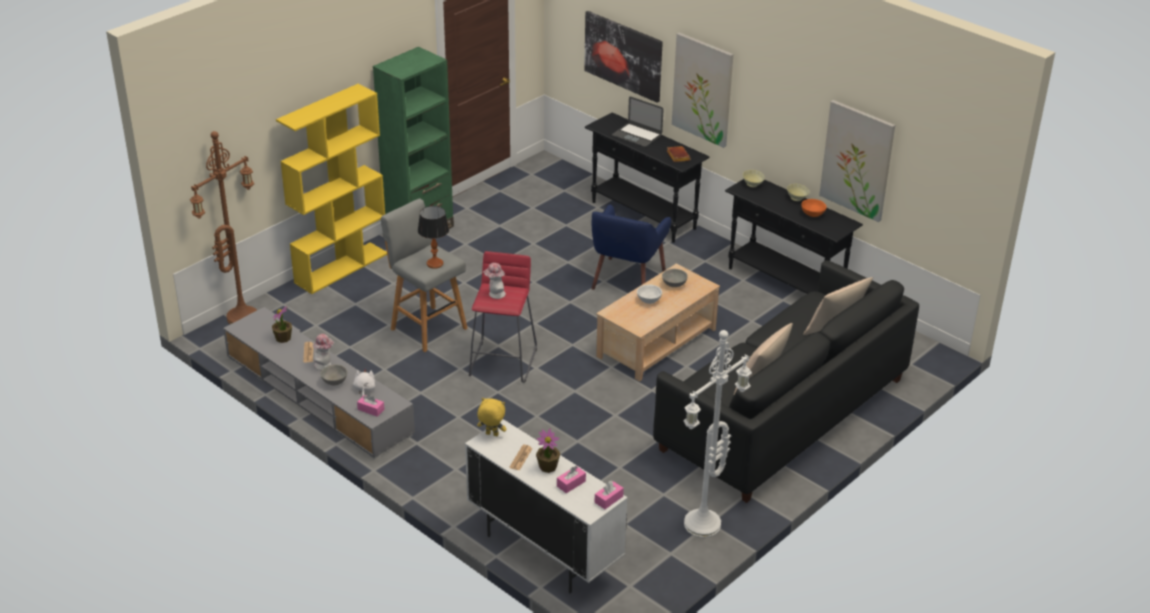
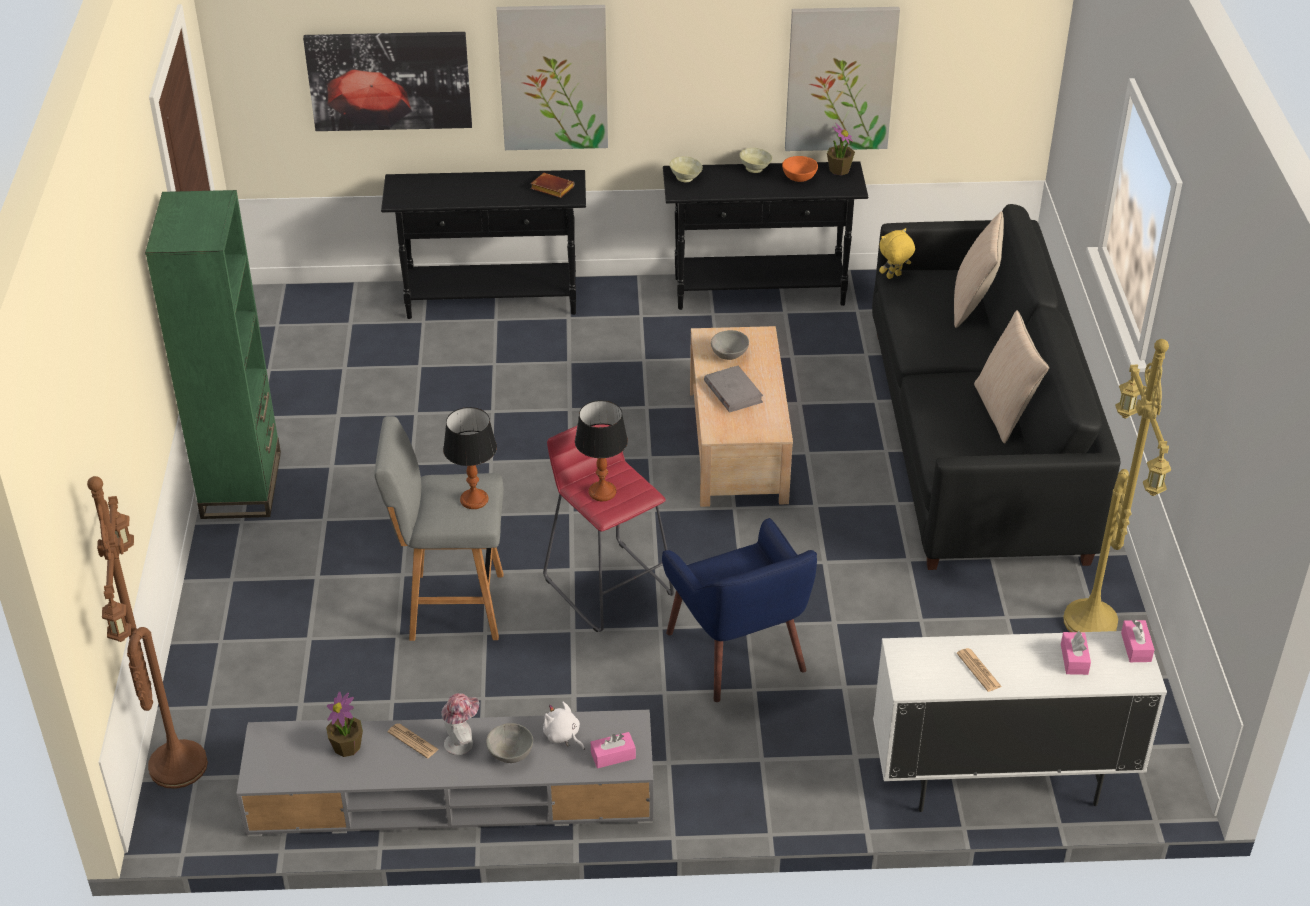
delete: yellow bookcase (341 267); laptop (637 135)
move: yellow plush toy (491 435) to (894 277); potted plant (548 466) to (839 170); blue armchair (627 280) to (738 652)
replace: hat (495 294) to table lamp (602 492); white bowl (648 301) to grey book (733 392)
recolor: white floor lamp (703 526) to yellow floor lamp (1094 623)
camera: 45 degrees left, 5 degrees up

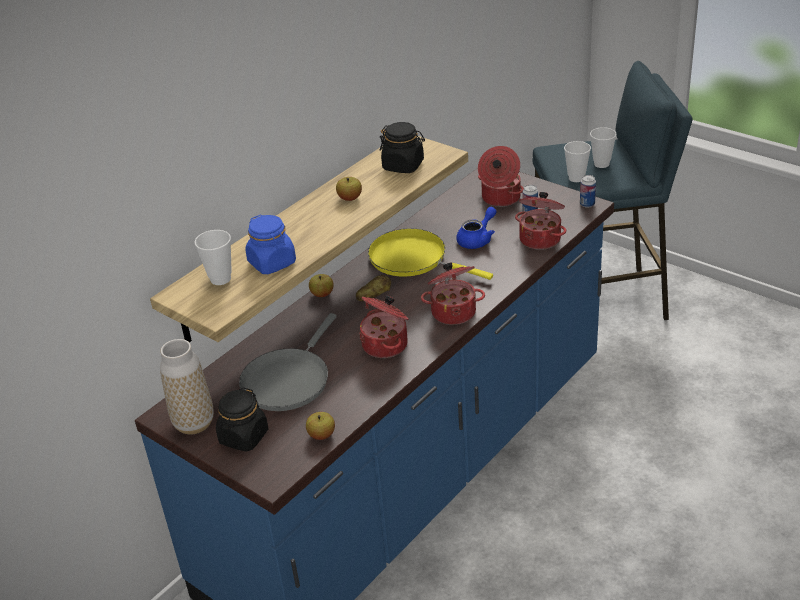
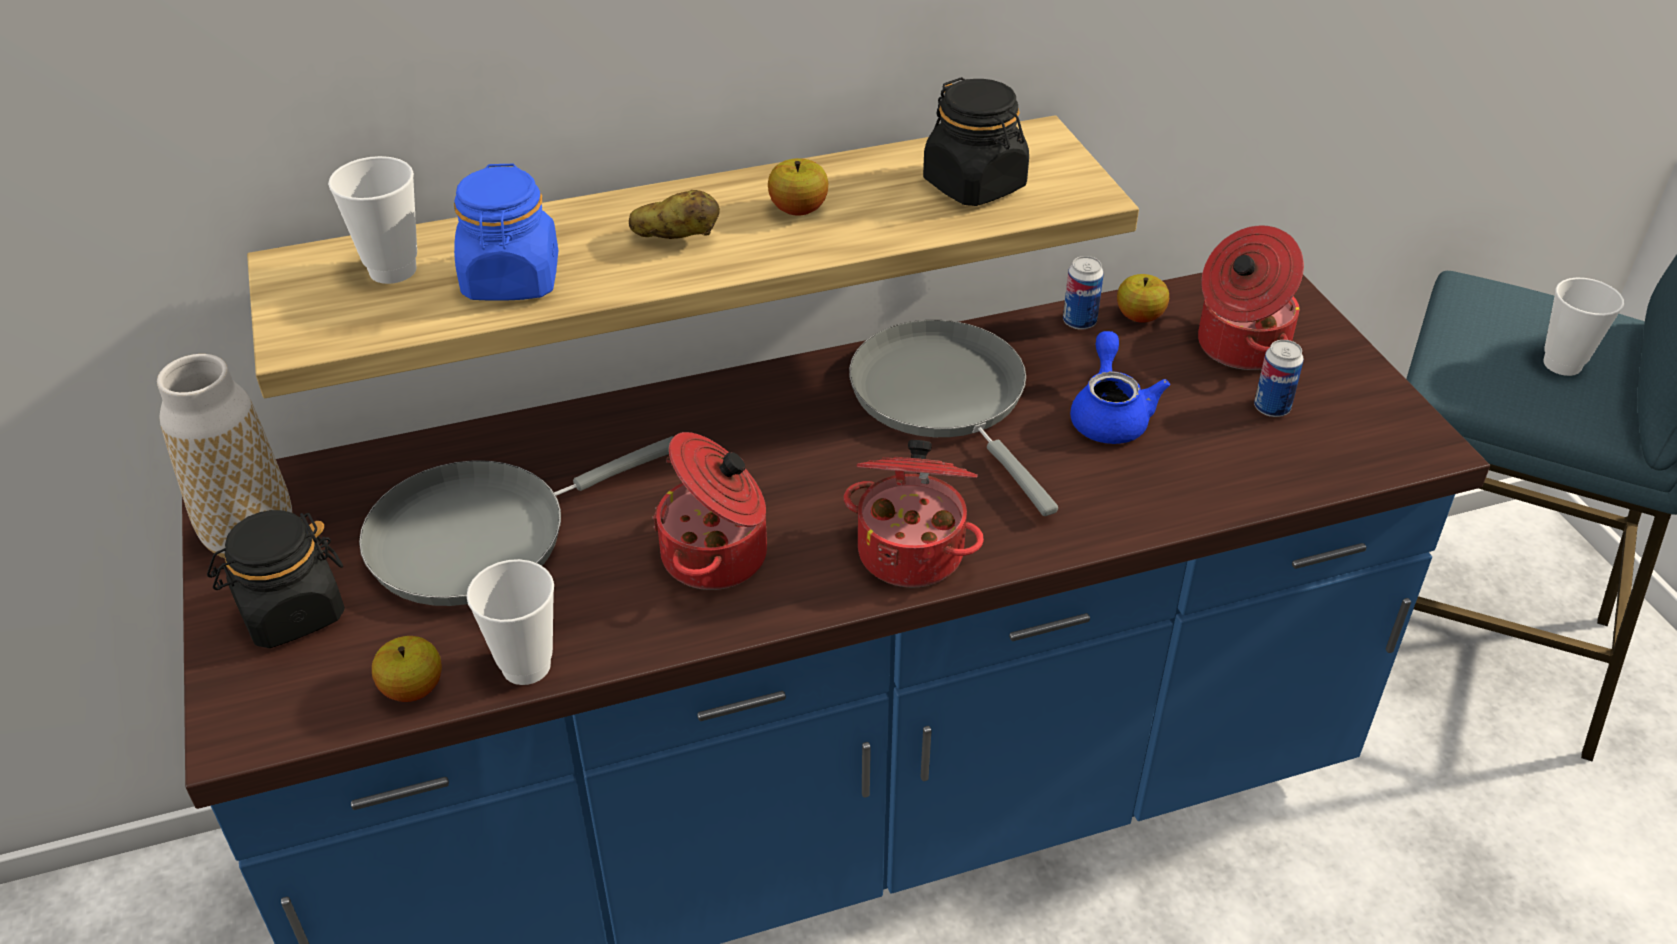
delete: cooking pot (540 239)
move: apple (322 294) to (1139 317); potato (374 297) to (676 238); cup (576 178) to (526 666); can (587 204) to (1079 322)
recolor: yellow frying pan (413 259) to grey frying pan (944 398)
rotate: blue teapot (477 239) = (1109 415) 75 degrees counterclockwise
camera: 30 degrees right, 5 degrees up

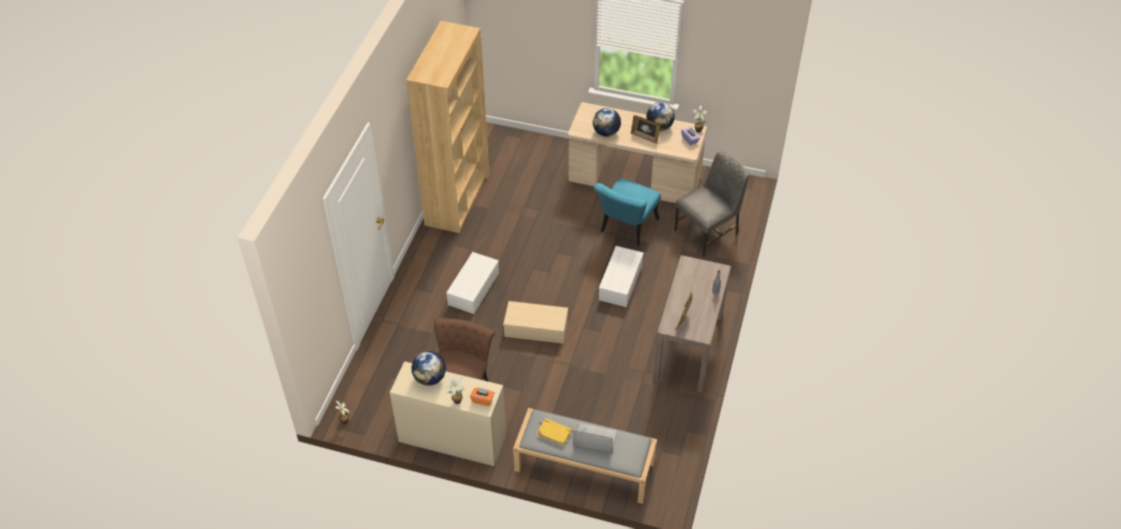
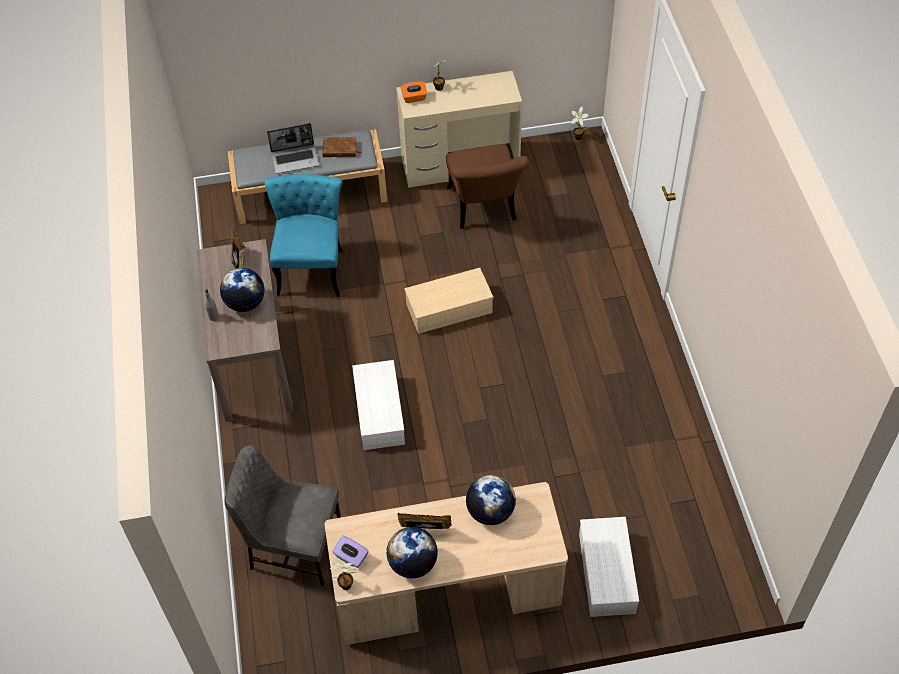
delete: brown bookcase (457 198)
move: globe (430 378) to (245 303); white storage box (473 288) to (608 574); turquoise chair (626 229) to (311 265)
recolor: yellow book (554 433) to brown book (340 149)
rotate: grey chair (707 232) = (294 546) 75 degrees clockwise
camera: 155 degrees right, 5 degrees up

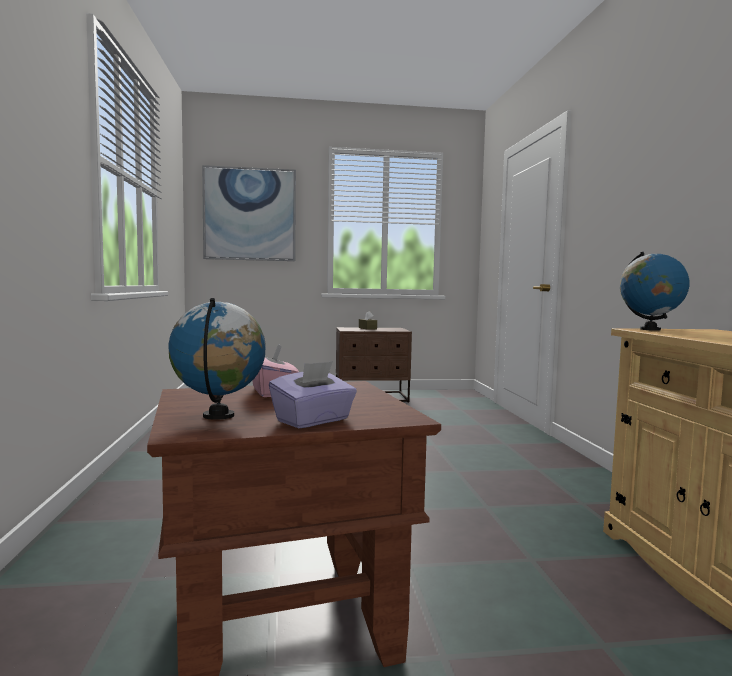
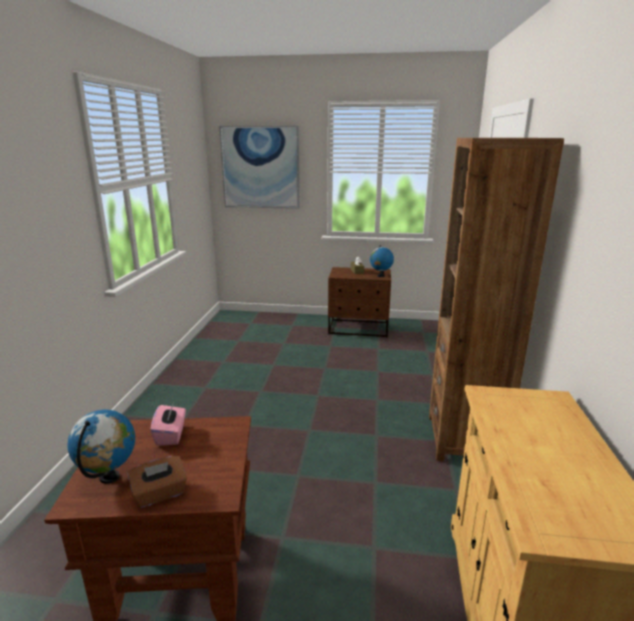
insert: brown bookcase (464 439)
move: globe (650 329) to (380 276)
recolor: purple tissue box (313 420) to brown tissue box (160 494)
camera: 15 degrees right, 15 degrees up

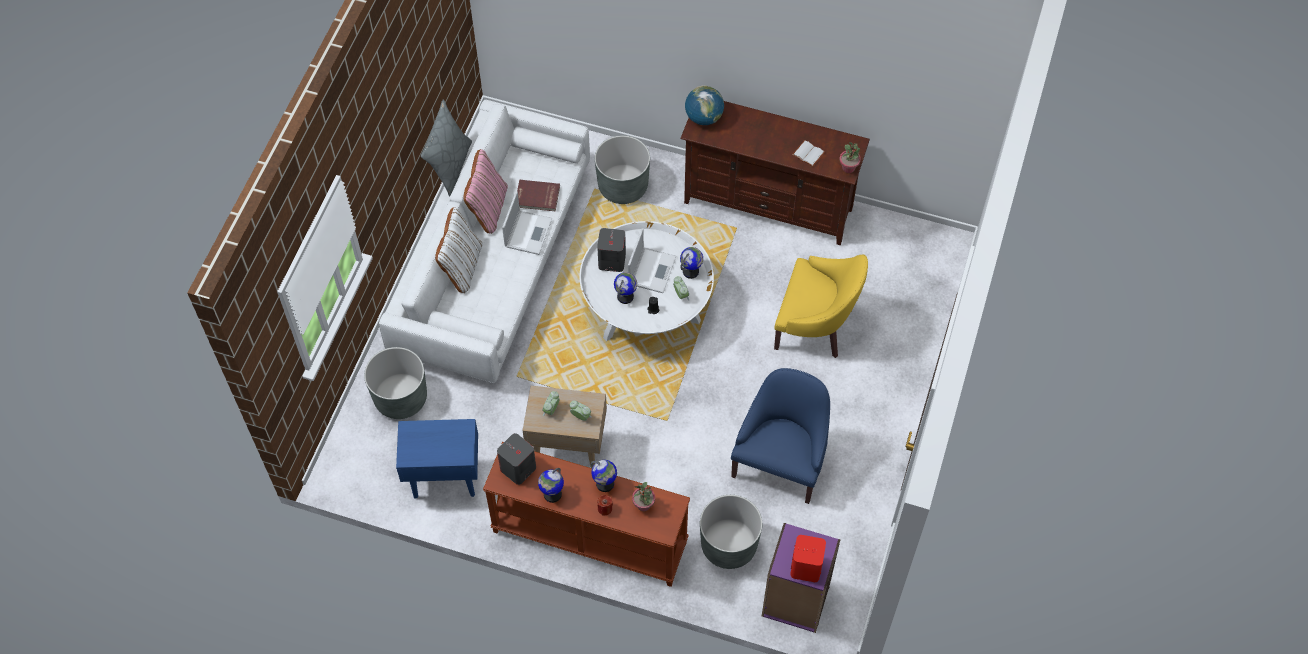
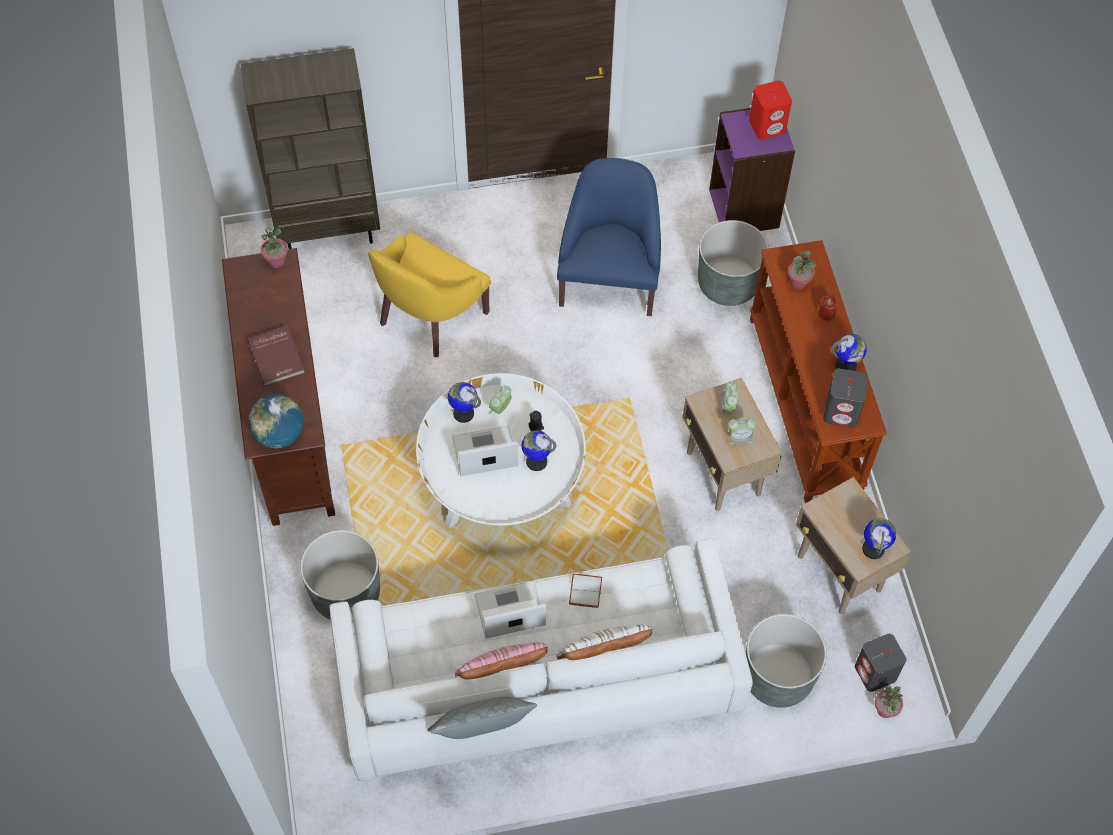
insert: brown bookcase (329 232); potted plant (885 710)
move: red book (537 197) to (277 357); globe (605 484) to (873 549); grey speaker (611 260) to (875 673); white book (809 153) to (584 590)
recolor: blue side table (444 478) to beige side table (839 574)
rotate: blue armchair (781 461) = (609 279) 105 degrees clockwise; yellow armchair (815 325) = (428 316) 135 degrees counterclockwise
camera: 120 degrees left, 0 degrees up

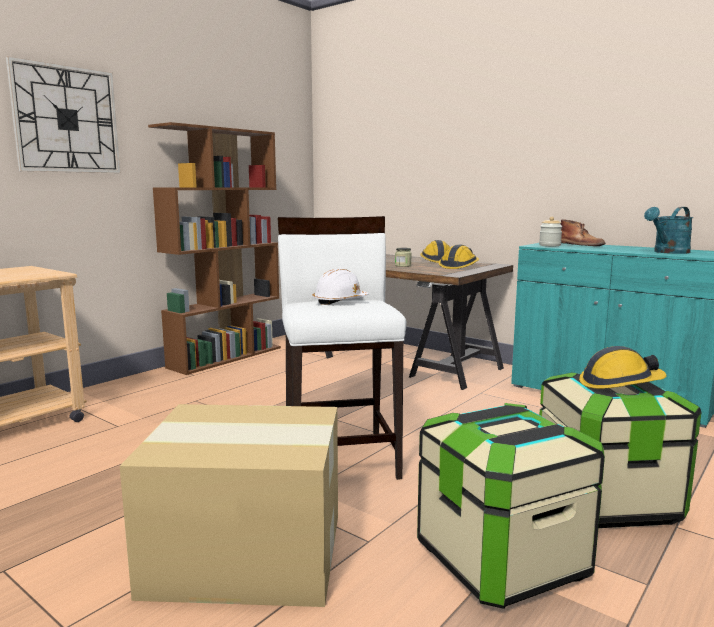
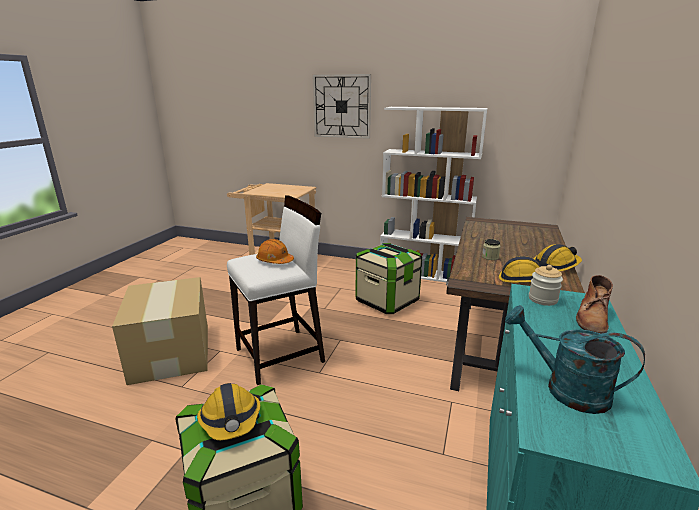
move: storage box (501 560) to (387 301)
recolor: brown bookcase (226 357) to white bookcase (424 274); white hard hat (340 301) to orange hard hat (274 261)
camera: 70 degrees right, 10 degrees up

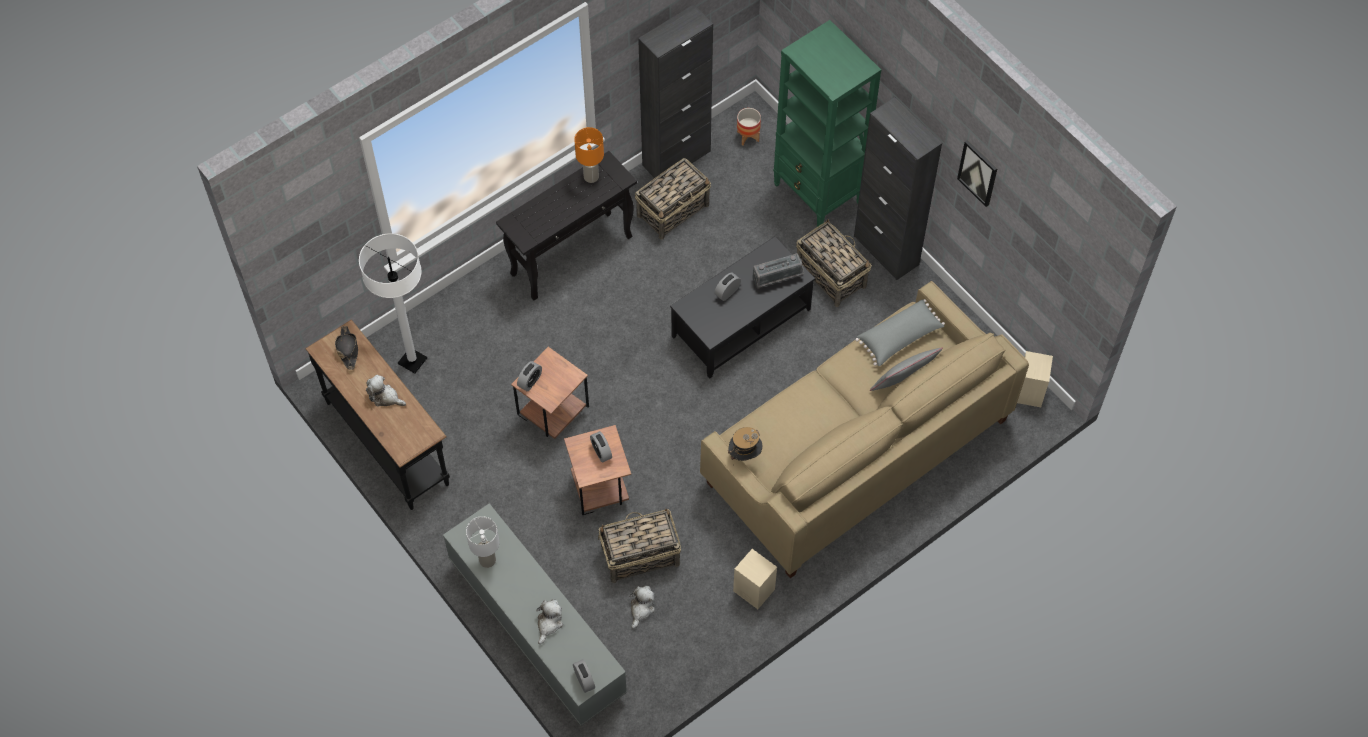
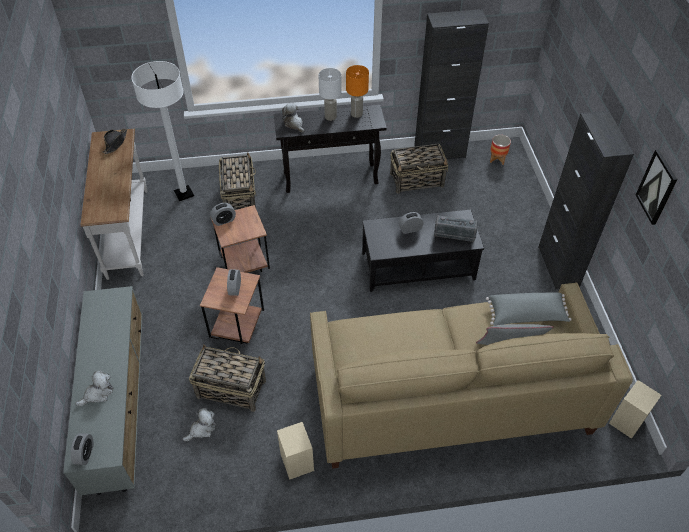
delete: hat (744 455); green bookcase (818 194)
move: plush toy (385 397) to (294 124); white table lamp (487 560) to (330 117); basket (830 274) to (239 196)
recolor: black console table (388 442) to white console table (129 233)
camera: 30 degrees right, 10 degrees down

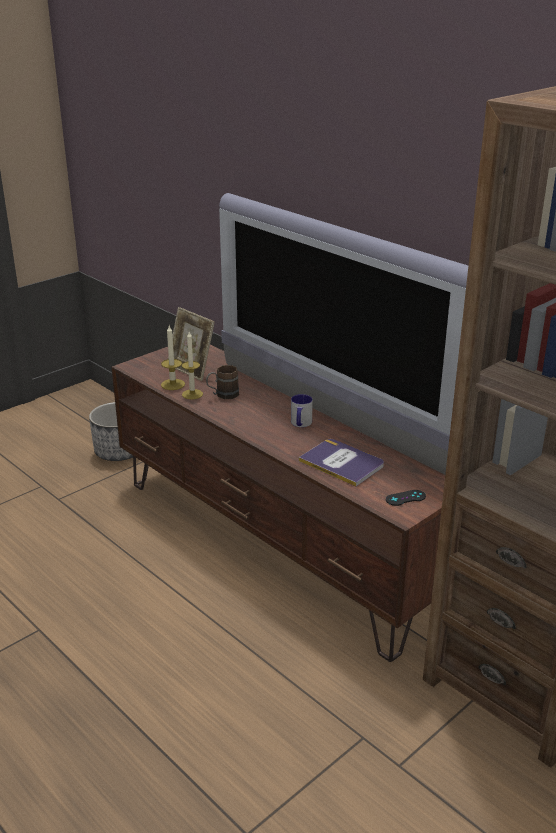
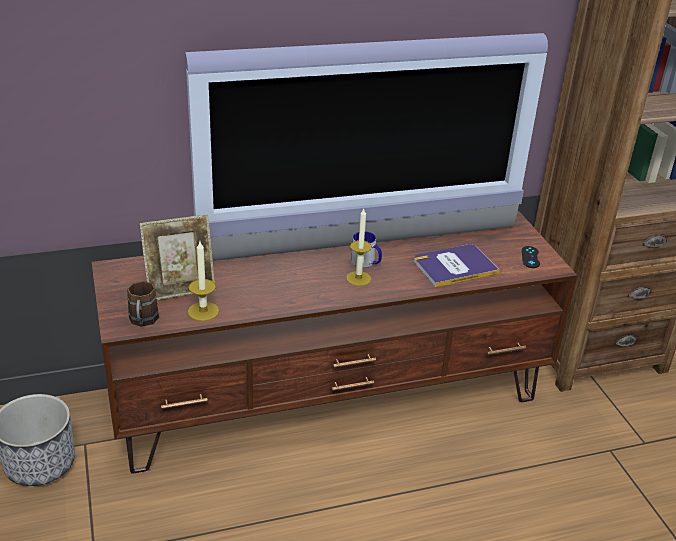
move: candle (192 394) to (358 278); brown mug (222 395) to (143 322)
camera: 65 degrees left, 5 degrees up

